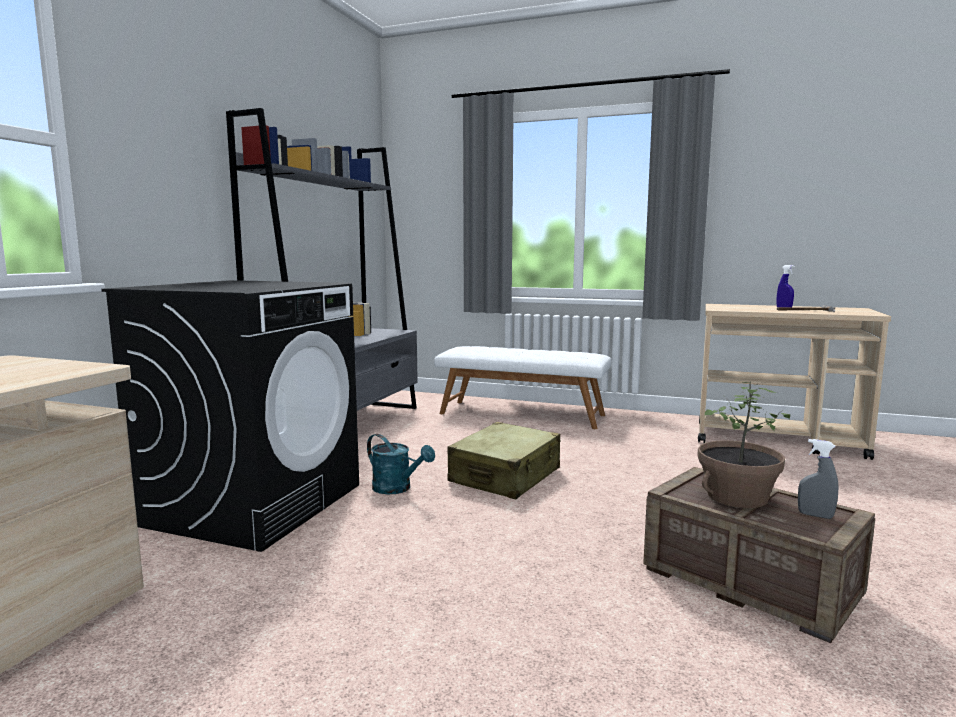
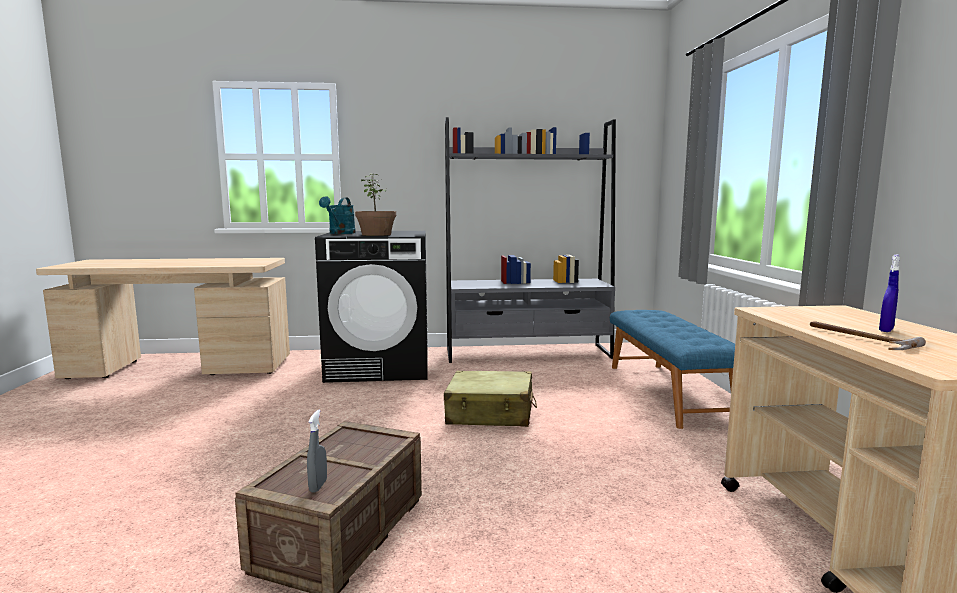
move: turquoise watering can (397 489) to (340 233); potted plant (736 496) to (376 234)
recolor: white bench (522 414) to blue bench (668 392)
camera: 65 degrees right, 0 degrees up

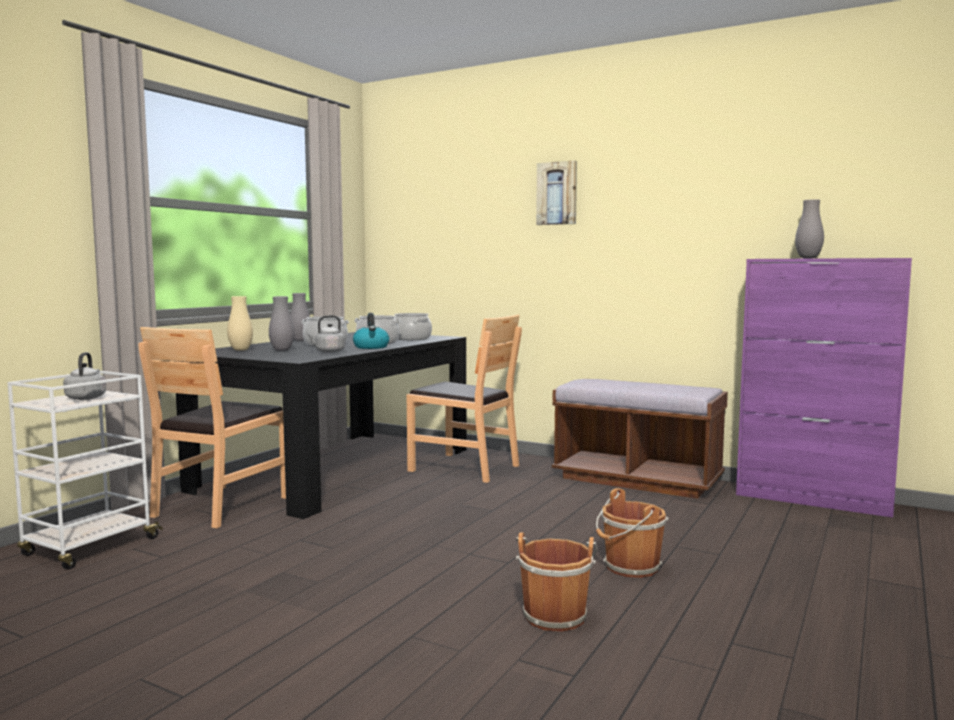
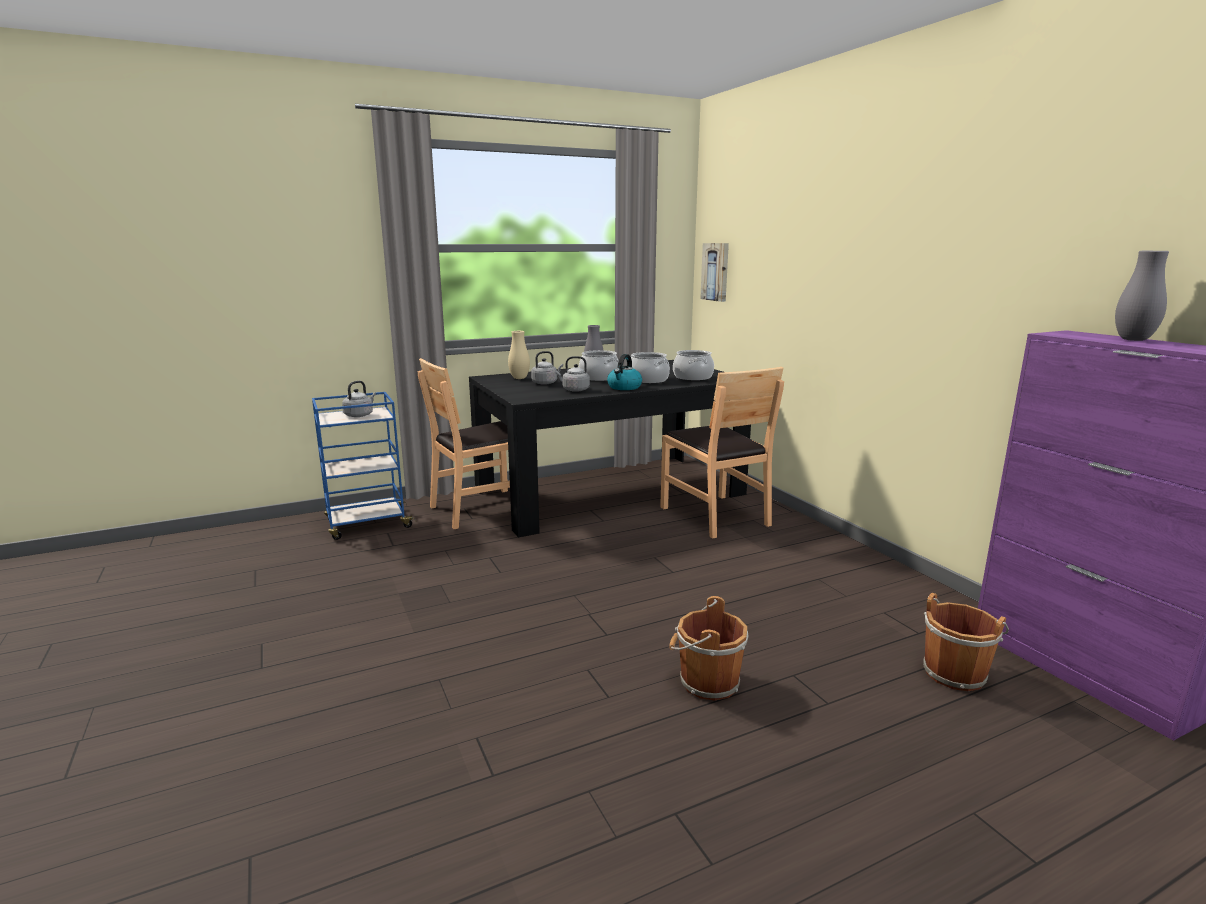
delete: brown bench (637 480)
move: brown bucket (554 615) to (954 672); picture (557 193) to (716 272)
replace: grey vase (282 350) to grey kettle (546 383)
recolor: white cart (89 547) to blue cart (367 524)
camera: 35 degrees right, 10 degrees up

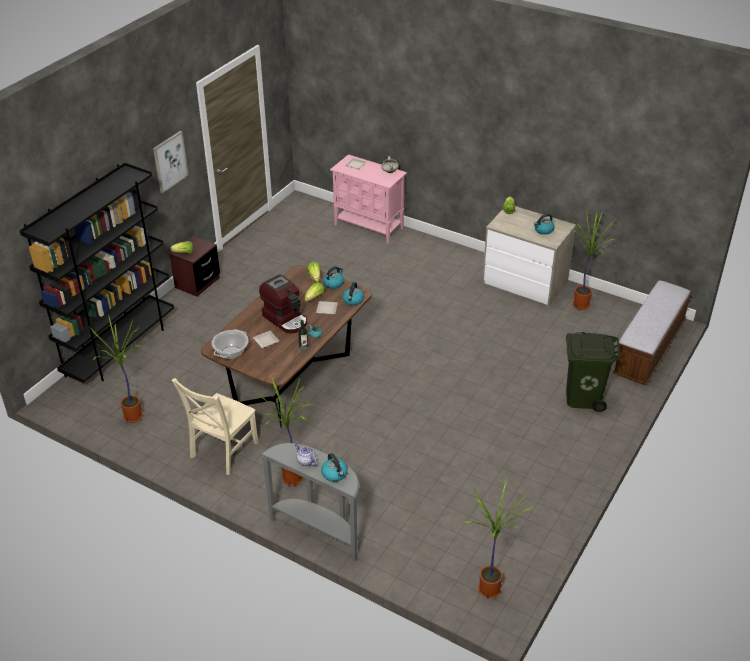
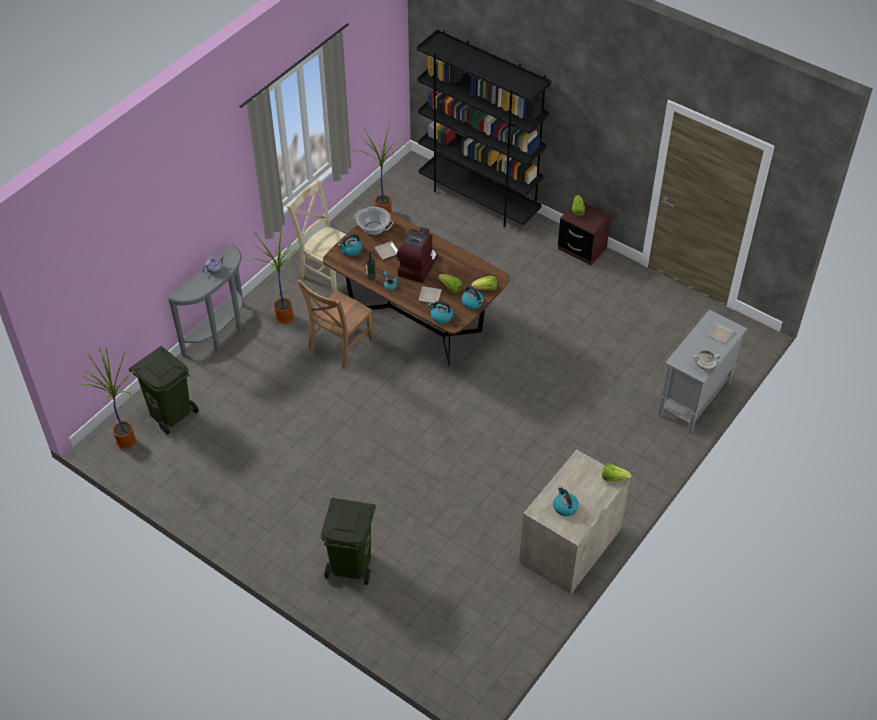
delete: picture (170 161); potted plant (581 304); bench (649 349)
insert: green trash can (171 413); brown chair (339 345)
move: kettle (335 474) to (351 250)
recolor: pink cabinet (369 227) to grey cabinet (694 399)
rotate: coffee machine (286 319) = (417 265) 150 degrees clockwise
camera: 95 degrees right, 10 degrees up

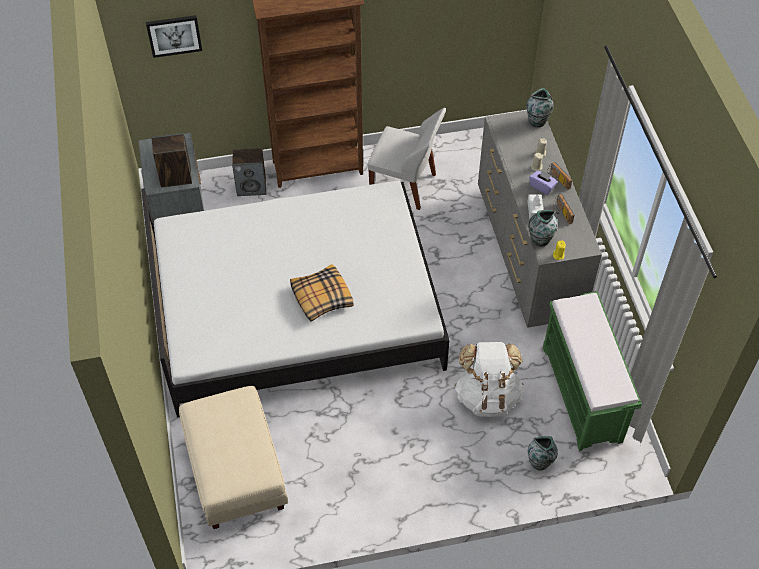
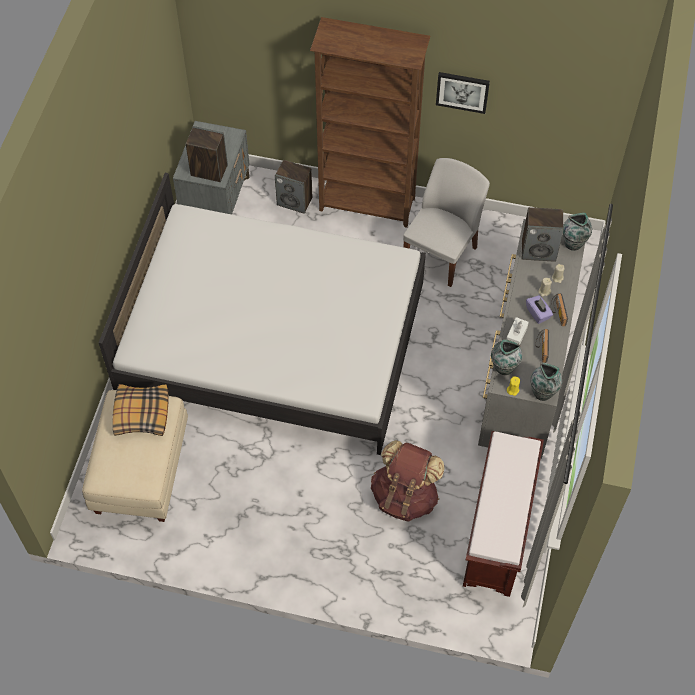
insert: speaker (539 250)
move: picture (174 35) to (462 91); pillow (321 297) to (141 414); vase (540 462) to (543 393)
recolor: white backpack (487 396) to brown backpack (405 496); green bench (582 394) to brown bench (497 533)
rotate: white chair (405 185) = (441 254) 105 degrees counterclockwise
camera: 25 degrees right, 5 degrees up

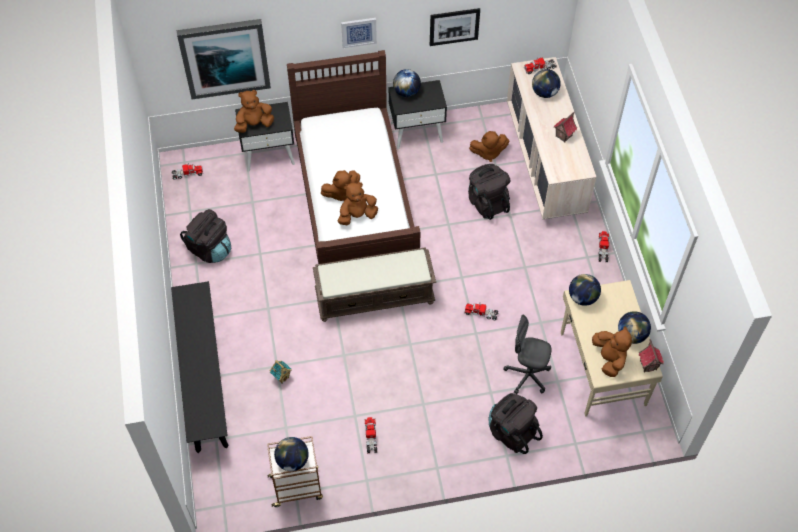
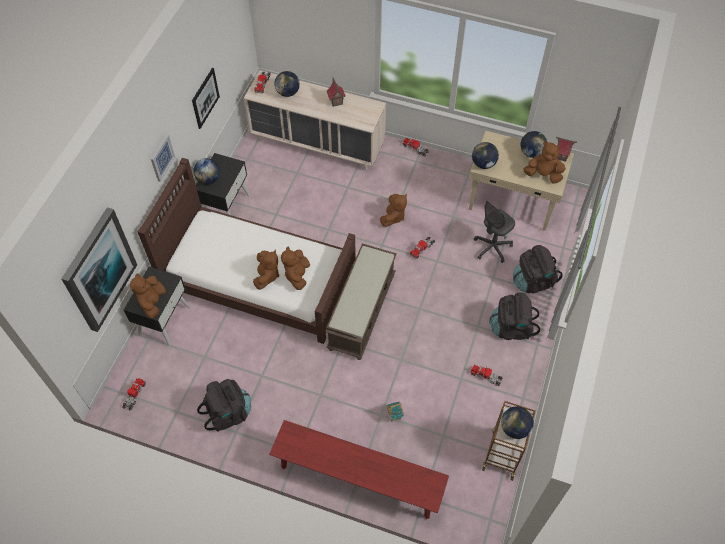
move: black backpack (487 202) to (511 327); brown plush toy (488 152) to (393 217)
recolor: black bench (204 378) to red bench (358 479)
camera: 60 degrees left, 0 degrees up

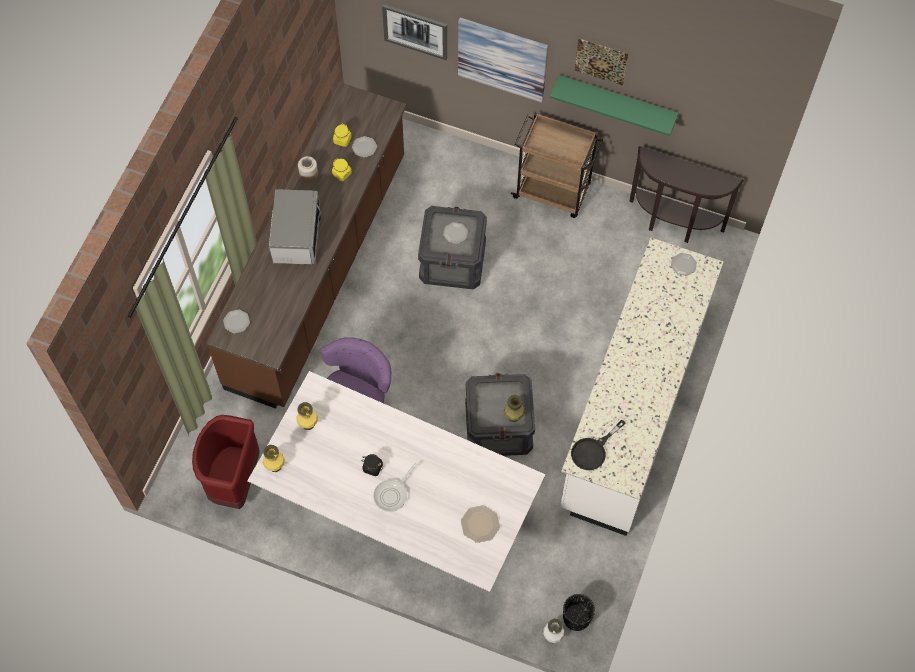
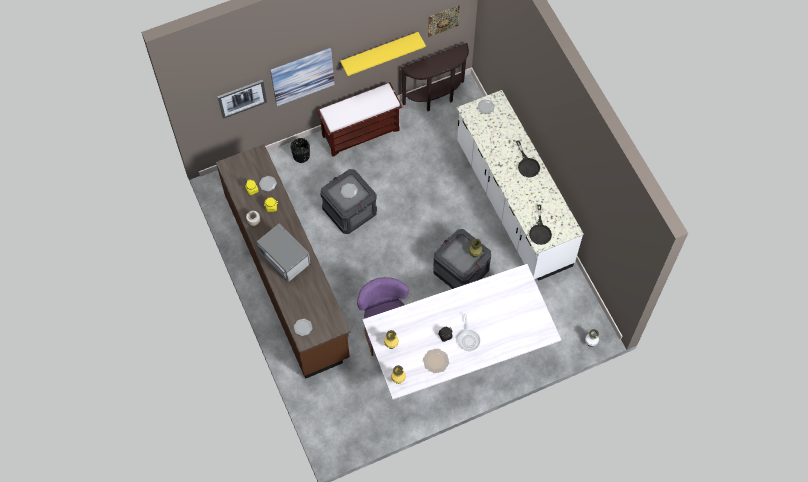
delete: red trash can (233 480)
insert: black frying pan (527 164)
move: plate (479 524) to (435 361); black planter (576 618) to (301 156); picture (601 61) to (443 21)
replace: brown cart (553 192) to brown bench (361 132)
recolor: green shelf (616 102) to yellow shelf (379 51)
camera: 45 degrees left, 0 degrees up

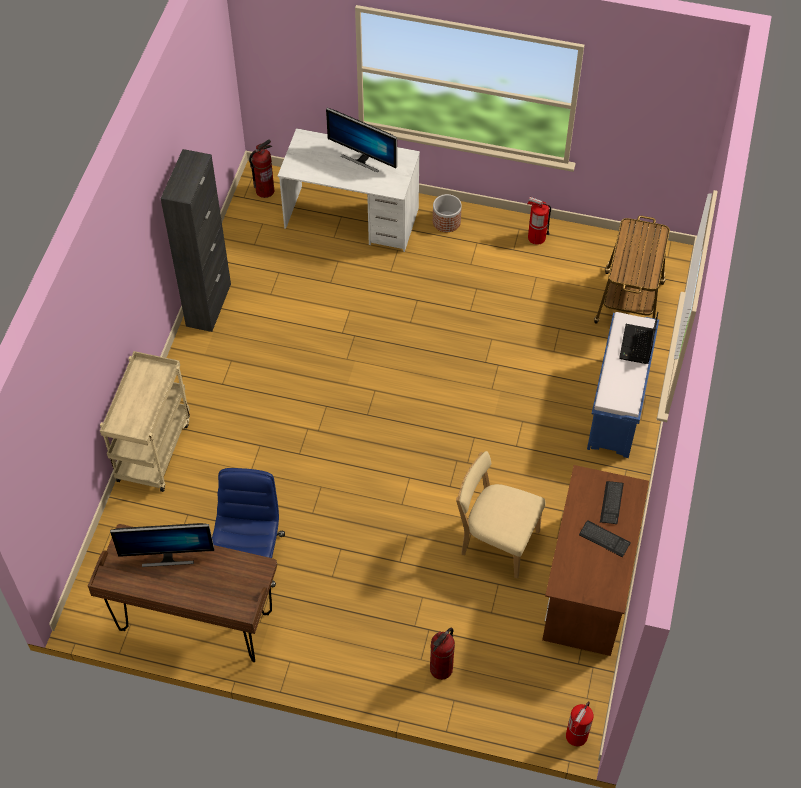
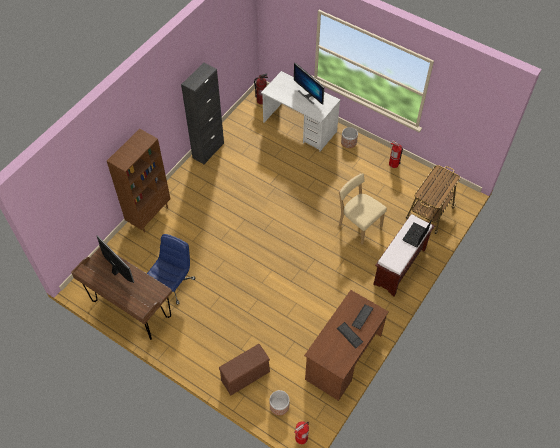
insert: planter (279 406)
move: beige chair (496 541) to (358 225)
replace: beige cart (153 449) to brown bookcase (149 215); fire extinguisher (441 669) to brown storage box (245 376)
recolor: blue bench (617 407) to brown bench (399 267)
rotate: monitor (168 557) = (118 270) 150 degrees counterclockwise
camera: 20 degrees right, 0 degrees up

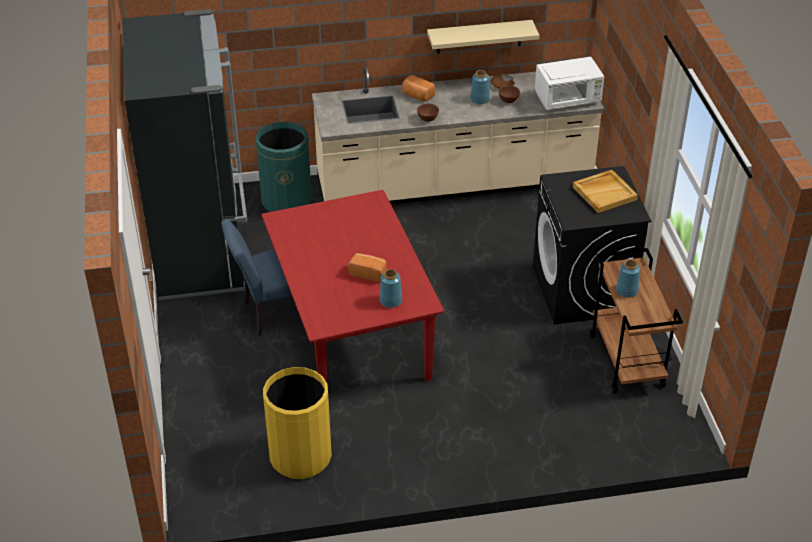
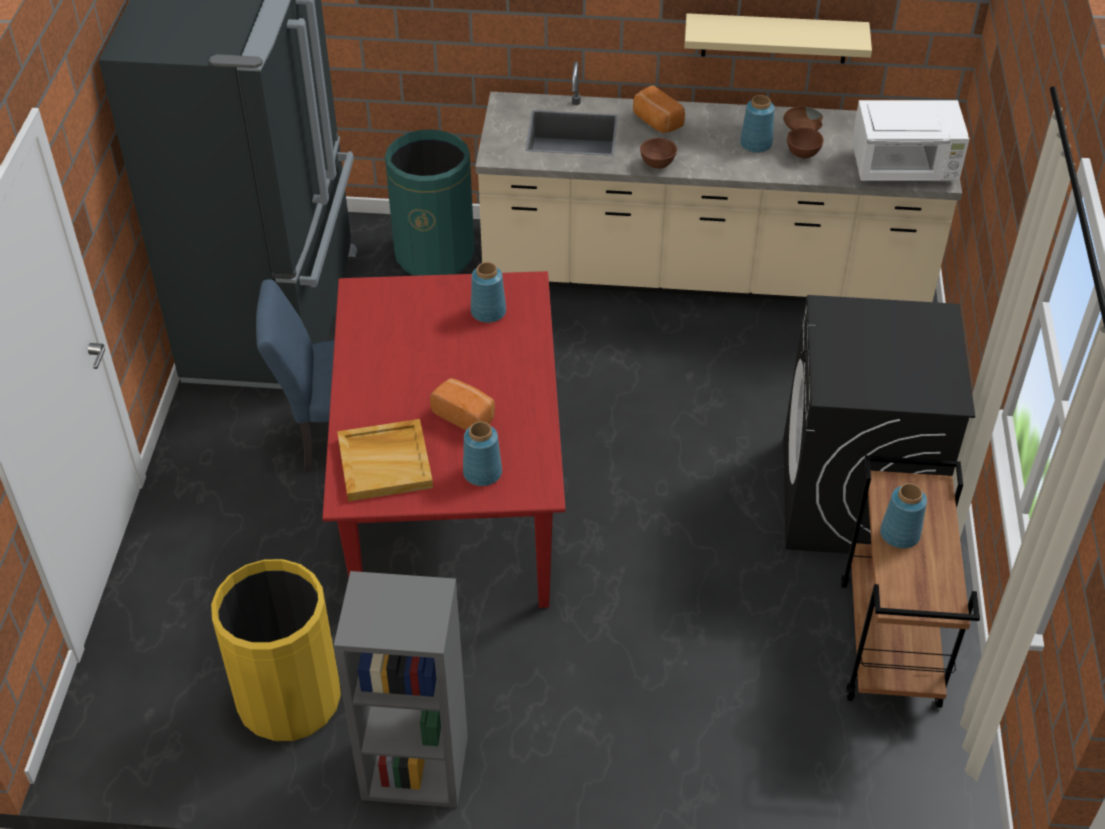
insert: grey bookcase (413 768); blue vase (488 312)
move: beige tray (604 193) to (385 462)
camera: 15 degrees right, 5 degrees up

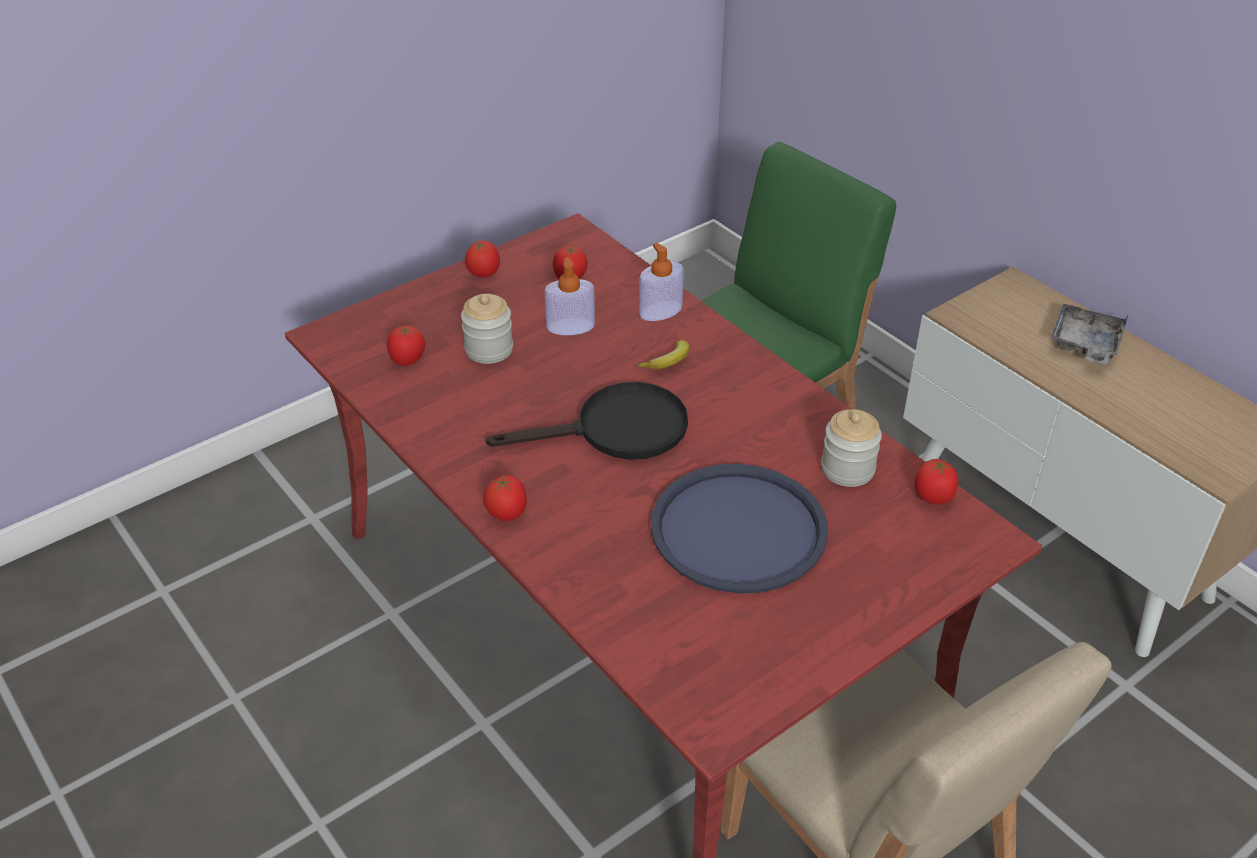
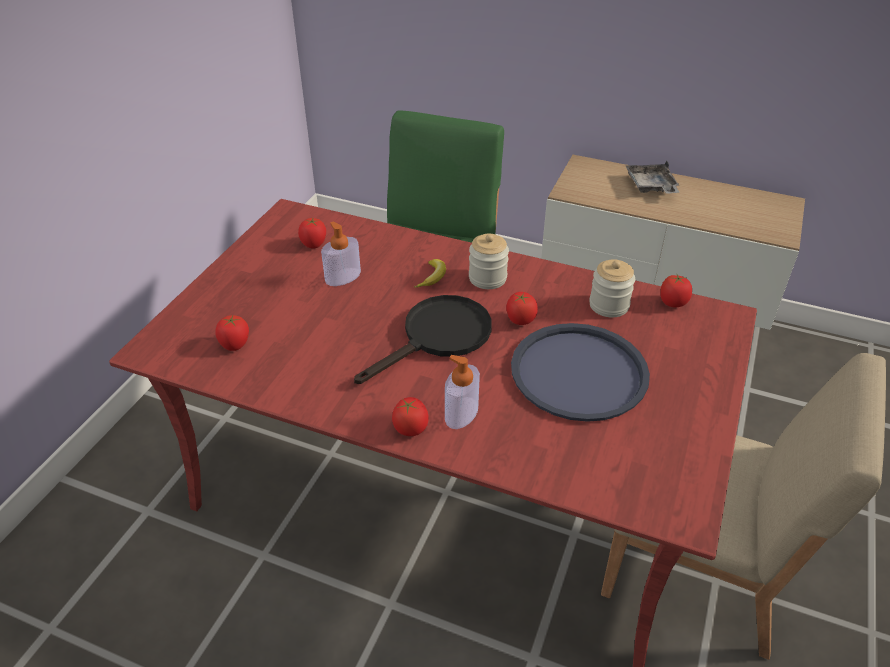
move: jar (489 350) to (487 278); tomato (483 273) to (520 320); soap dispenser (660 311) to (461 413)
camera: 30 degrees left, 0 degrees up

